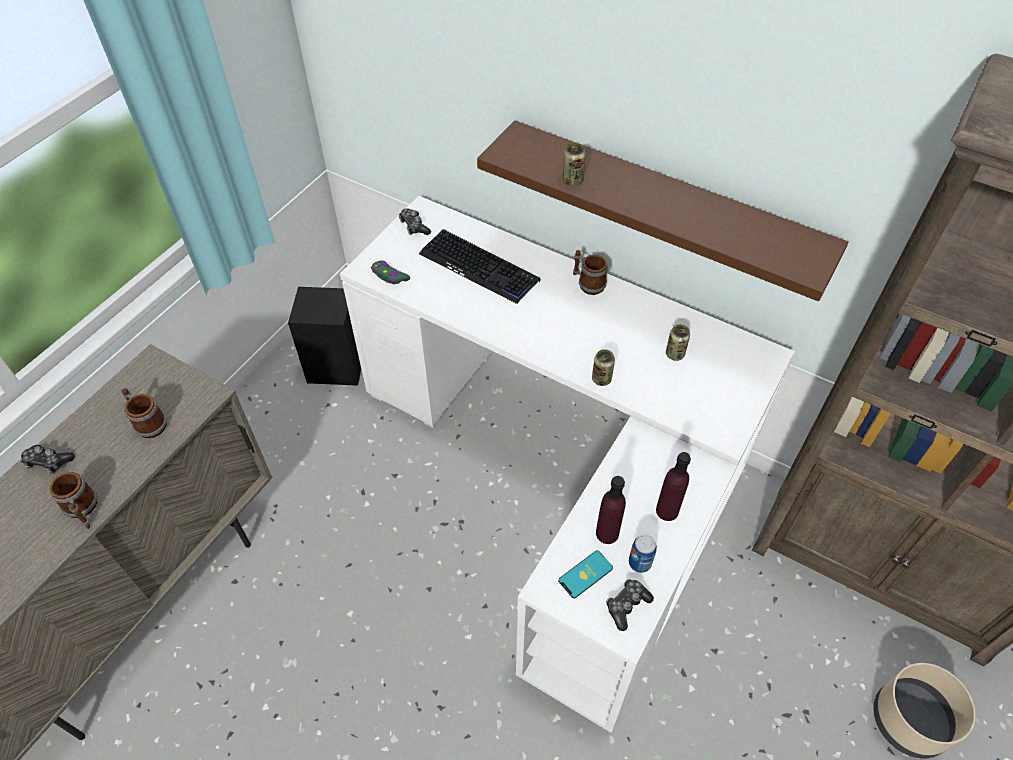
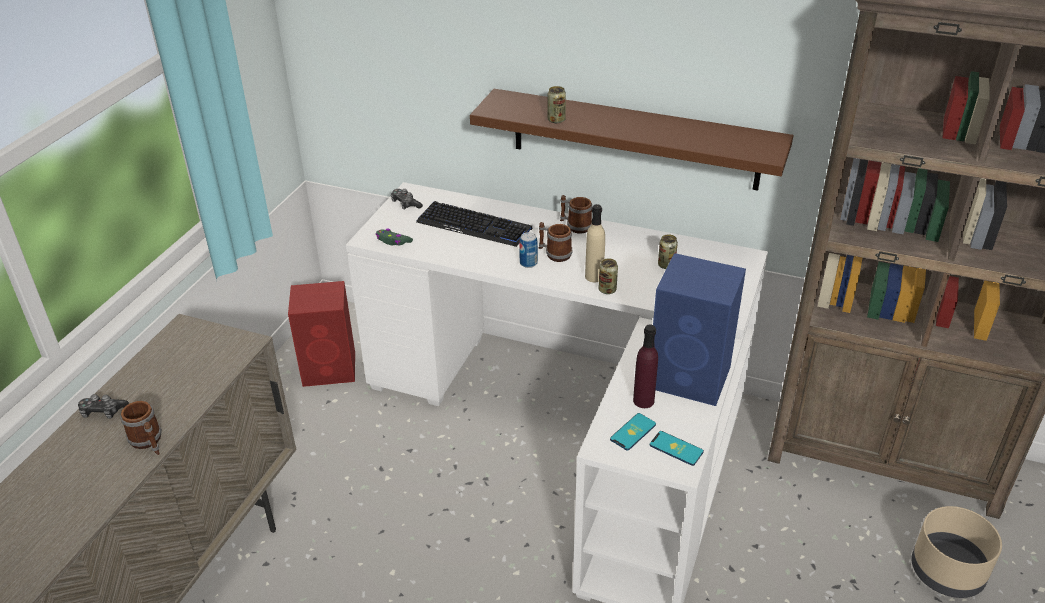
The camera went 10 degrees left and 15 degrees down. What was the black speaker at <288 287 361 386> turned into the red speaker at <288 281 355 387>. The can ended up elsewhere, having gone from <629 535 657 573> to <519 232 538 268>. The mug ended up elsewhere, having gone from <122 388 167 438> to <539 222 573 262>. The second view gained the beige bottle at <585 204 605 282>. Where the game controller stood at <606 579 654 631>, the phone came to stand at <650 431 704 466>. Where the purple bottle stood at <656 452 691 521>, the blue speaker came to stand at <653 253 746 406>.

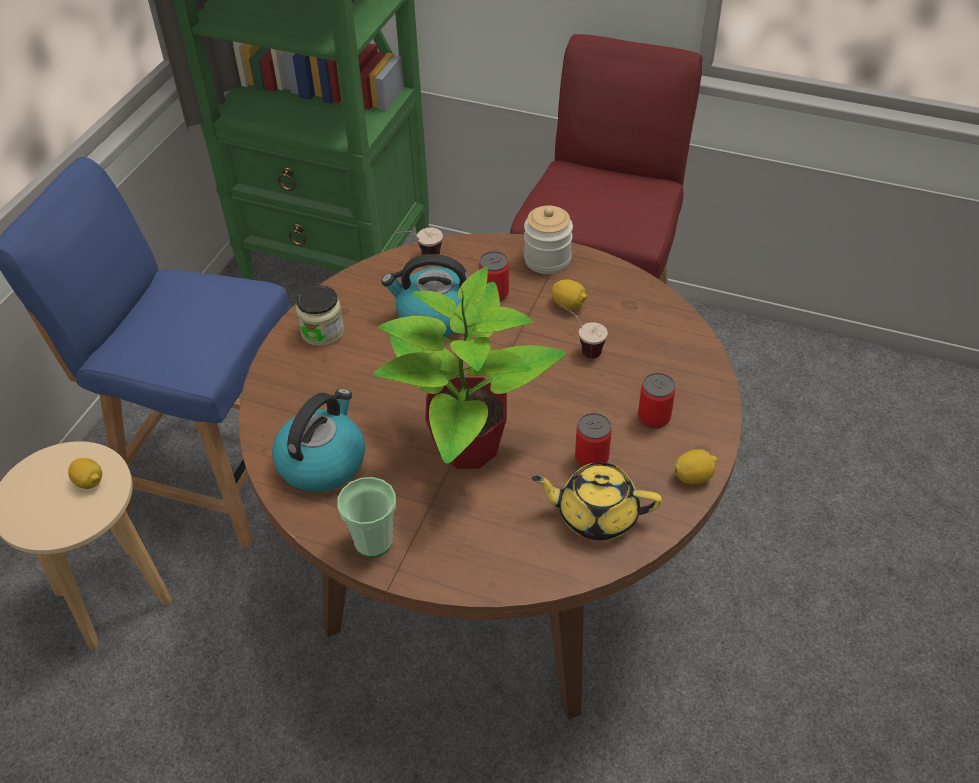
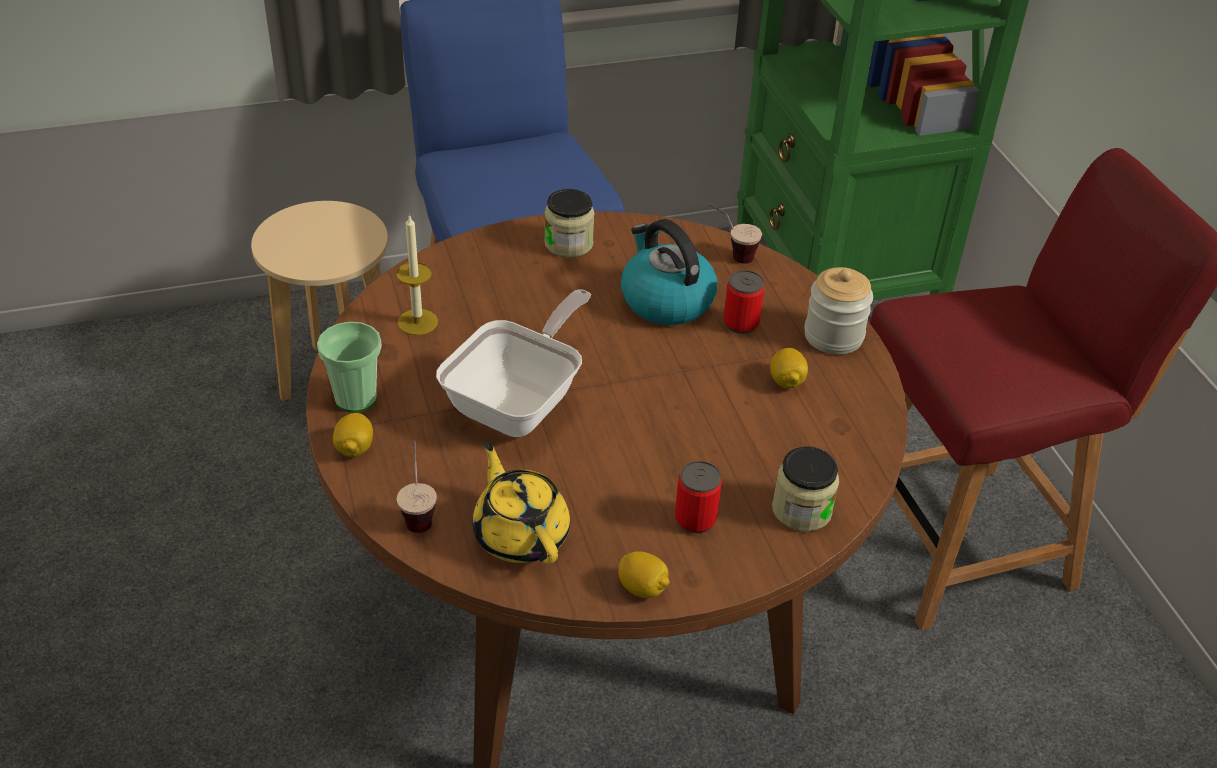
The camera went 50 degrees right and 5 degrees down. The lemon ended up elsewhere, having gone from <68 458 102 489> to <333 413 373 457>. Where the kettle stood at <272 389 365 492>, the candle came to stand at <396 214 438 335>. The cup ended up elsewhere, having gone from <560 305 608 358> to <397 441 437 533>. Where the potted plant stood at <373 267 566 469>, the frying pan came to stand at <436 289 591 437>. The second view gained the jar at <772 446 839 532>. The second view lost the can at <575 413 612 467>.

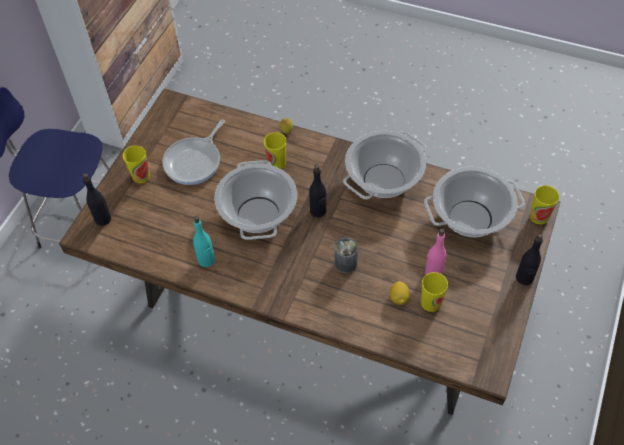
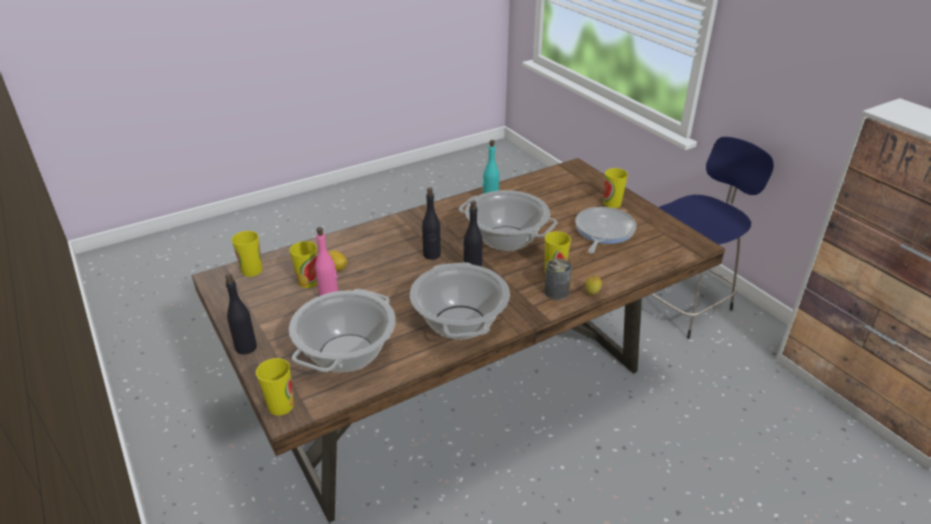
The camera went 125 degrees right and 20 degrees down. The second view gained the cup at <232 231 262 277>. The black bottle ended up elsewhere, having gone from <83 173 111 226> to <422 187 441 260>. The can ended up elsewhere, having gone from <335 238 358 273> to <544 259 572 300>. The frying pan at <162 119 225 185> ended up facing another way, 45 degrees clockwise from before.

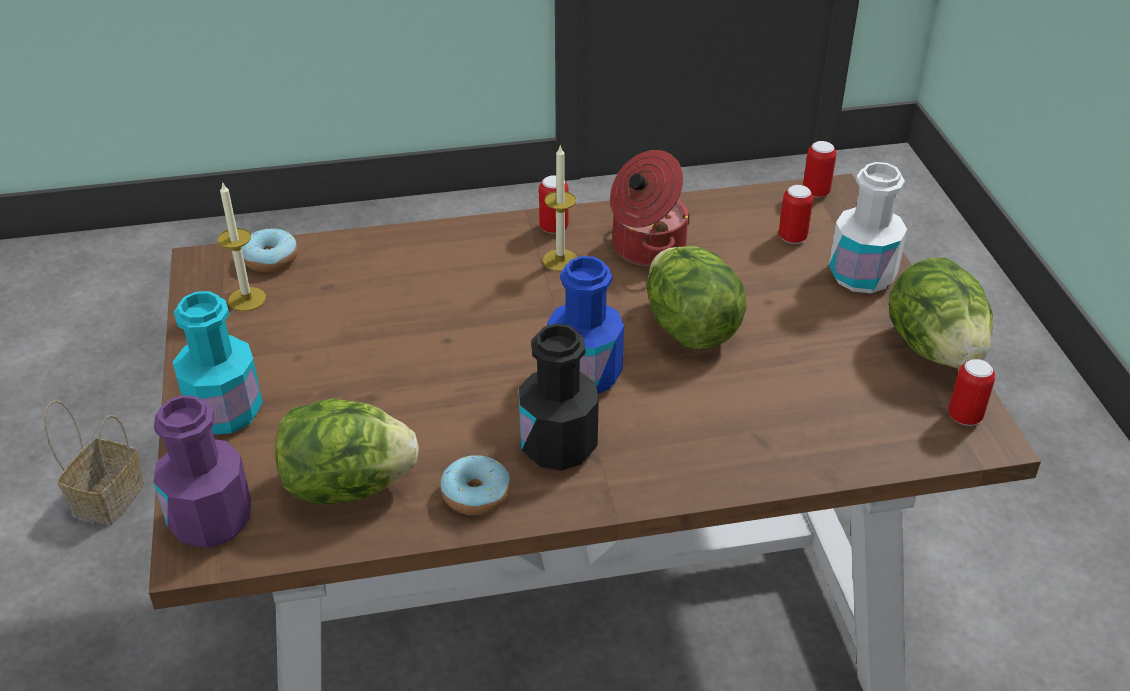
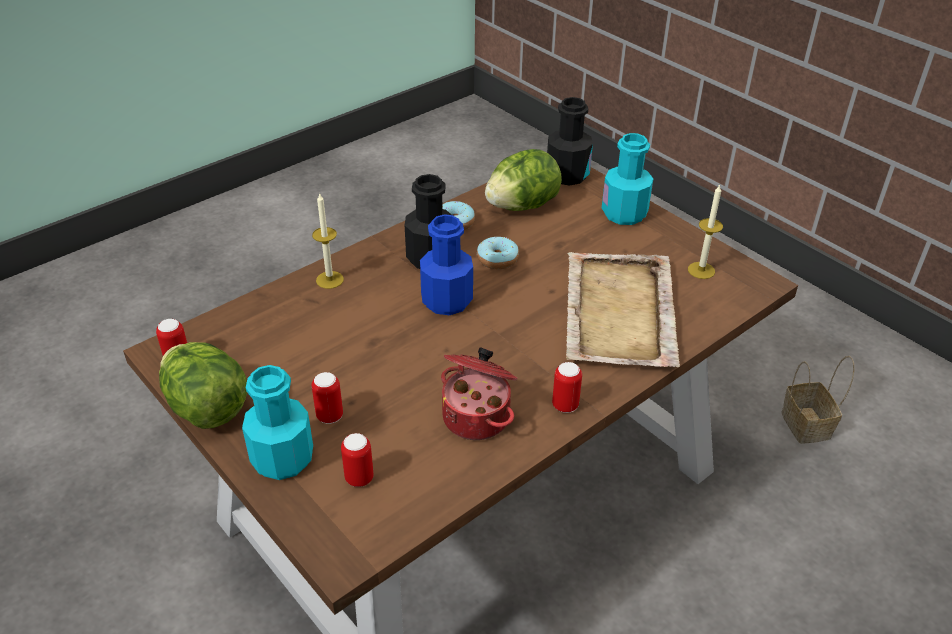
The camera went 150 degrees right and 0 degrees up. What was the white bottle at <829 162 907 293> turned into the turquoise bottle at <242 365 313 480>. The candle ended up elsewhere, having gone from <543 145 577 272> to <312 192 344 289>. The can ended up elsewhere, having gone from <803 141 836 197> to <312 372 343 424>. The donut ended up elsewhere, having gone from <241 228 298 272> to <477 237 519 269>. What was the purple bottle at <153 395 251 548> turned into the black bottle at <547 97 593 186>. The second view gained the beige tray at <566 252 680 367>. The second view lost the lettuce at <647 246 747 350>.

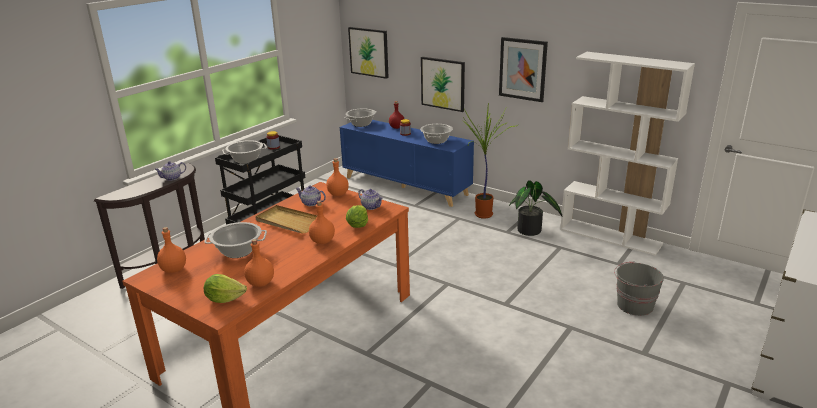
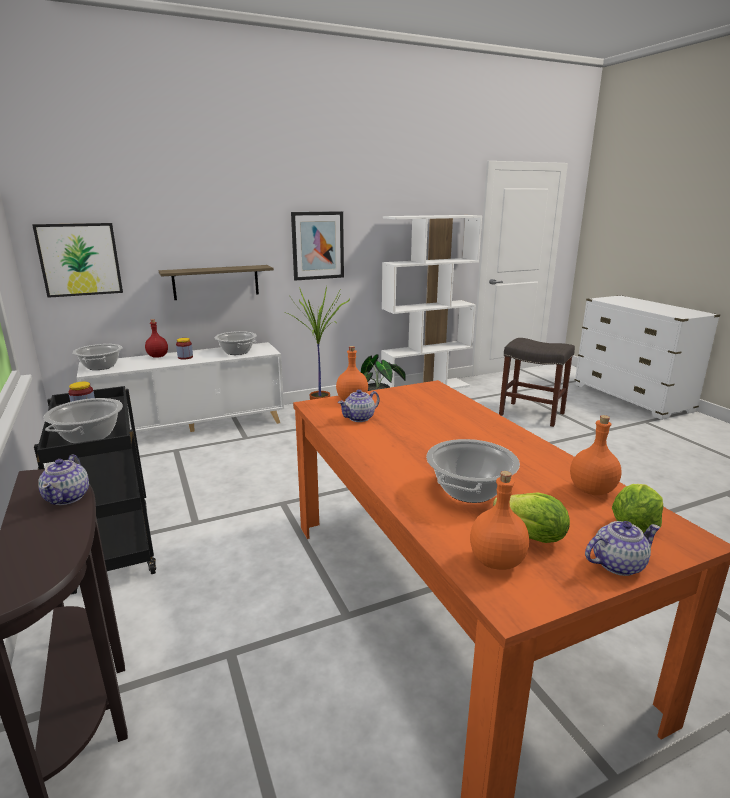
The camera went 60 degrees left and 5 degrees down. What was the blue cabinet at <340 120 474 207> turned into the white cabinet at <77 342 284 432>. Where the picture hung at <421 57 465 112>, the shelf came to hang at <159 265 274 300>. The lettuce ended up elsewhere, having gone from <346 205 368 228> to <493 492 570 543>. Where the grey bucket stood at <614 261 664 316>, the grey stool came to stand at <499 338 575 427>. The teapot ended up elsewhere, having gone from <358 189 383 210> to <585 521 660 576>. The second view lost the beige tray at <255 205 317 233>. The second view lost the orange bottle at <309 201 335 244>.

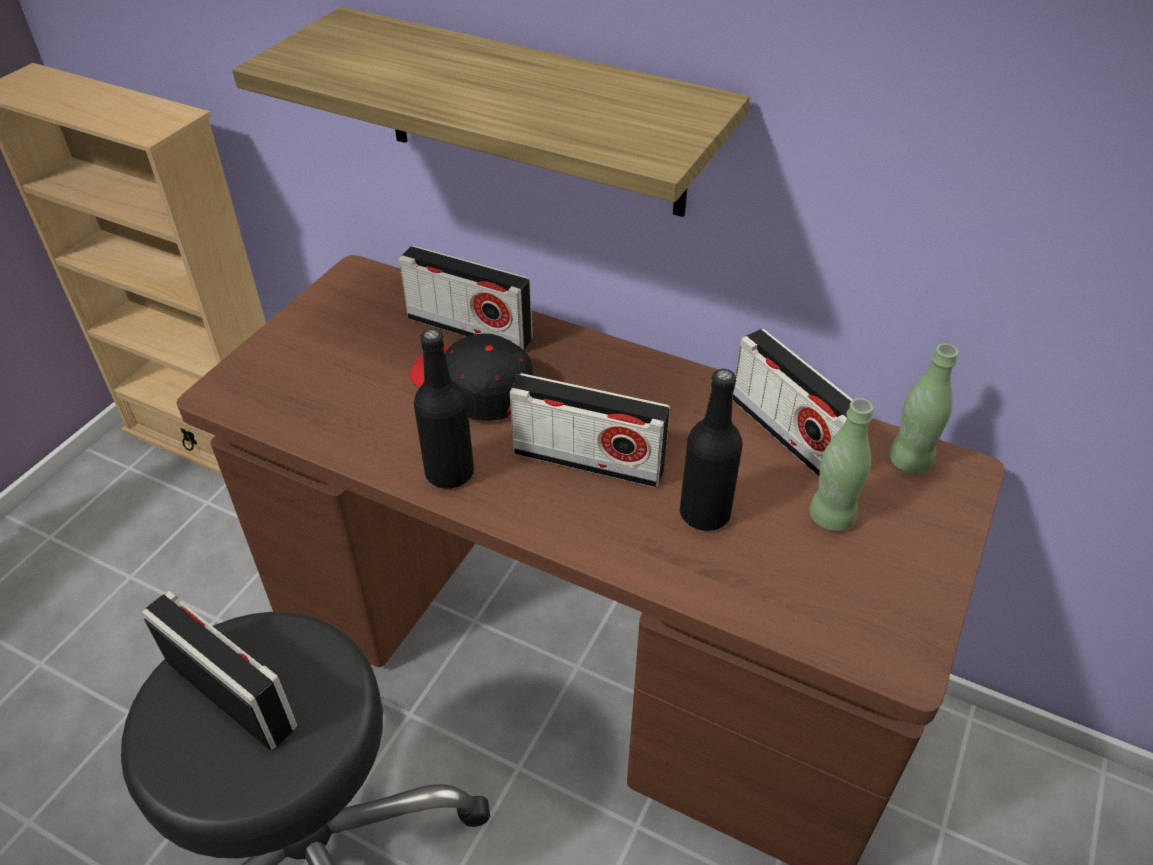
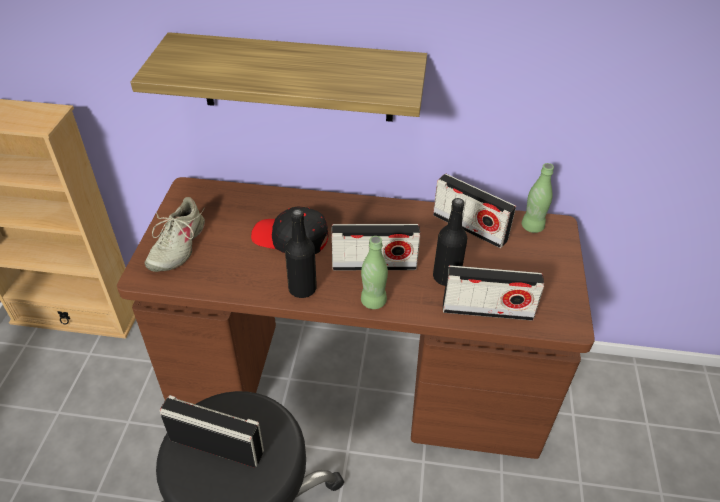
The camera went 20 degrees left and 0 degrees up. The second view gained the beige shoe at <145 197 205 272>. The green bottle ended up elsewhere, having gone from <809 398 873 531> to <361 236 388 309>. The radio ended up elsewhere, having gone from <399 245 533 350> to <443 265 544 321>.

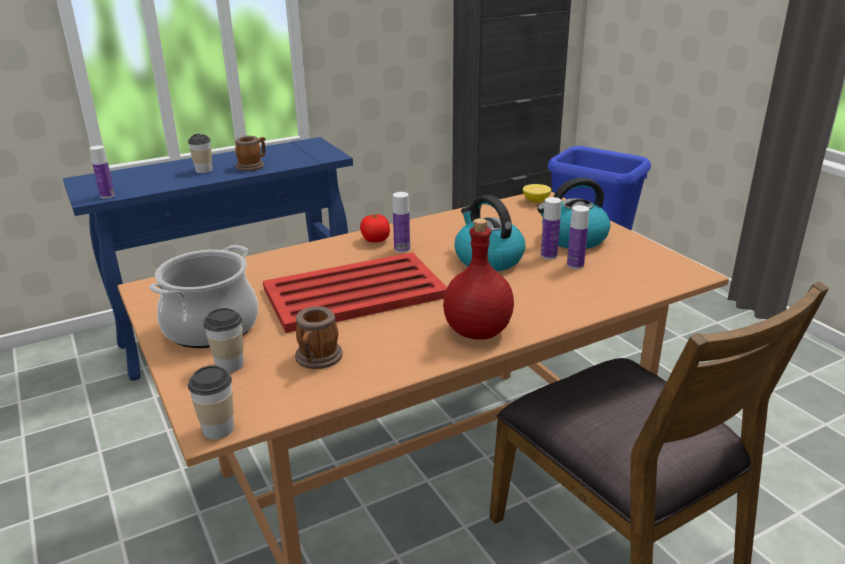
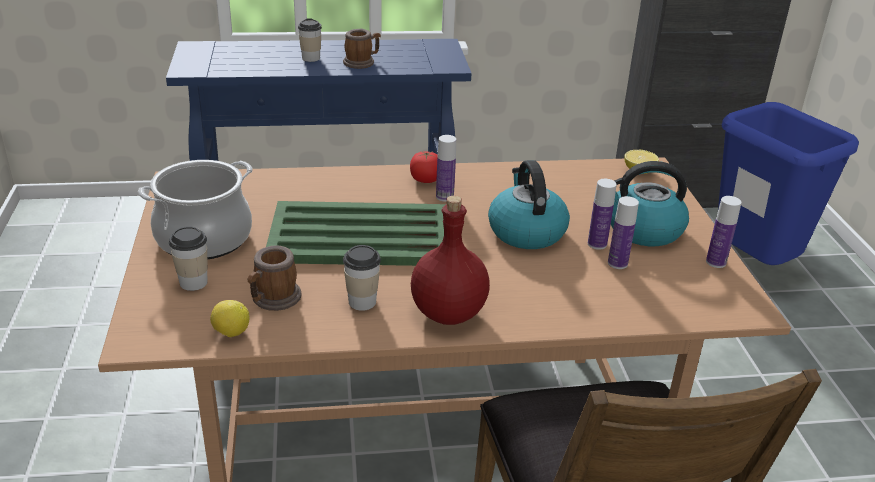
The camera went 20 degrees right and 5 degrees up. The second view gained the lemon at <210 300 249 337>. What was the red tray at <263 252 447 333> turned into the green tray at <266 201 446 266>. The cup ended up elsewhere, having gone from <188 365 234 440> to <343 245 381 311>. The bottle ended up elsewhere, having gone from <89 145 115 198> to <706 196 742 268>.

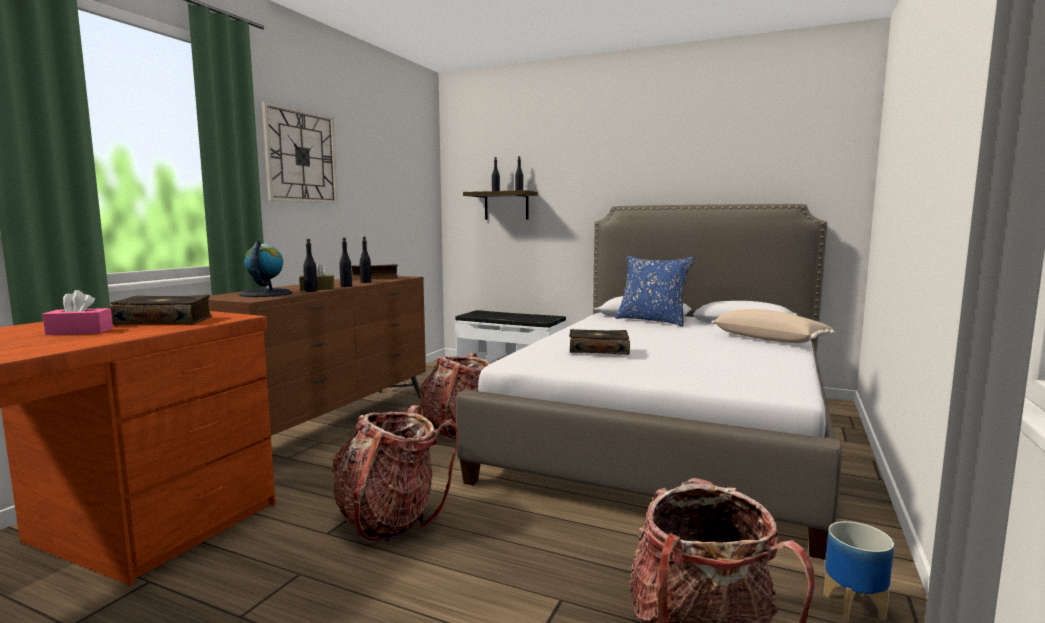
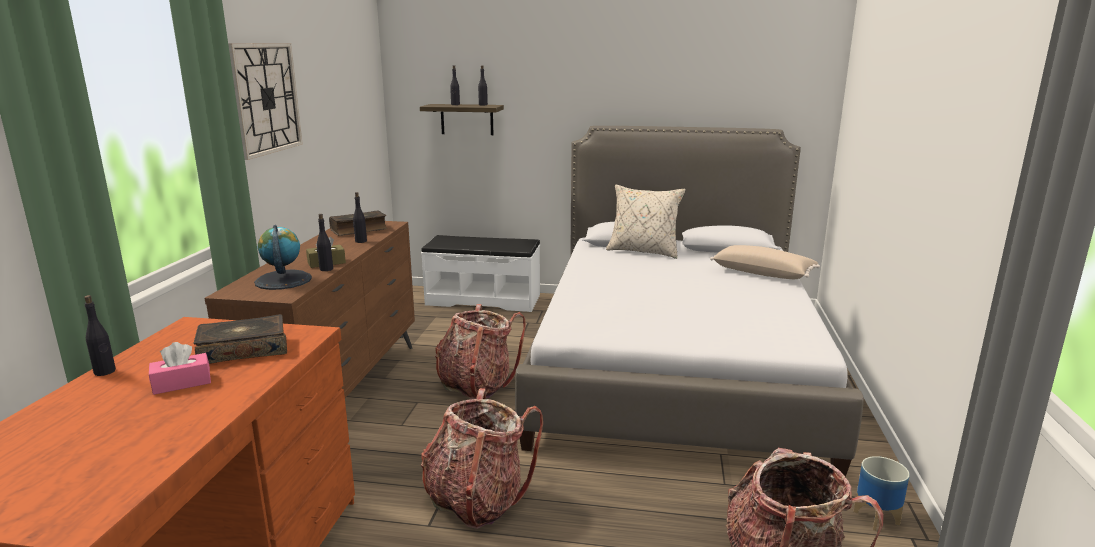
The camera went 15 degrees left and 10 degrees up. The black bottle ended up elsewhere, having gone from <339 238 352 287> to <84 295 116 376>. What was the blue pillow at <615 256 695 326> turned into the beige pillow at <606 185 686 259>. The second view lost the book at <569 329 630 355>.

